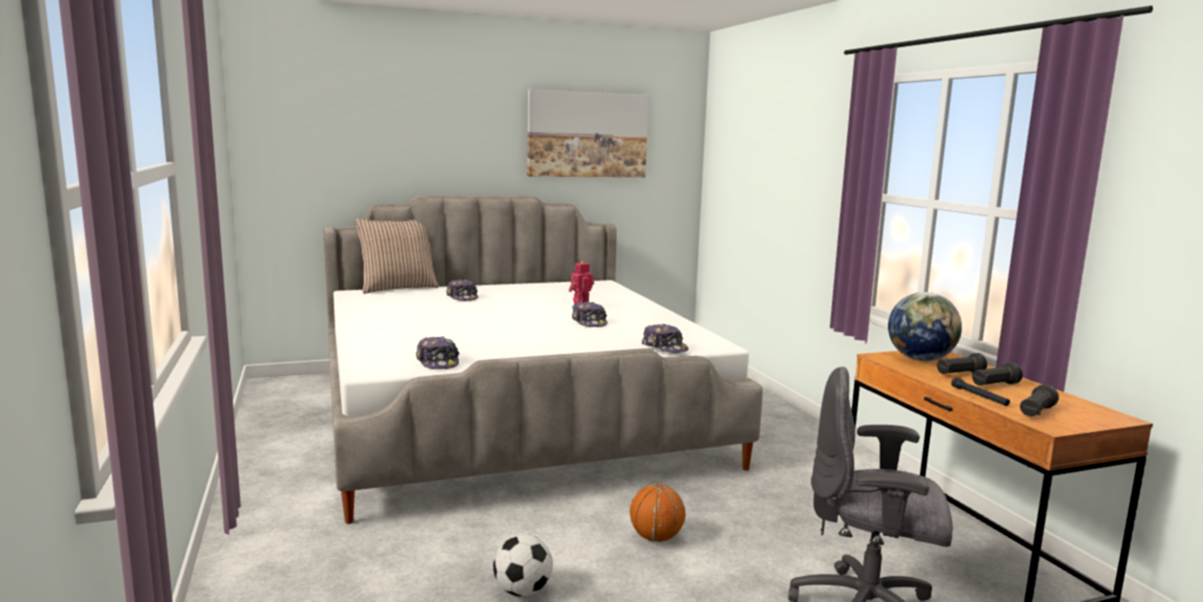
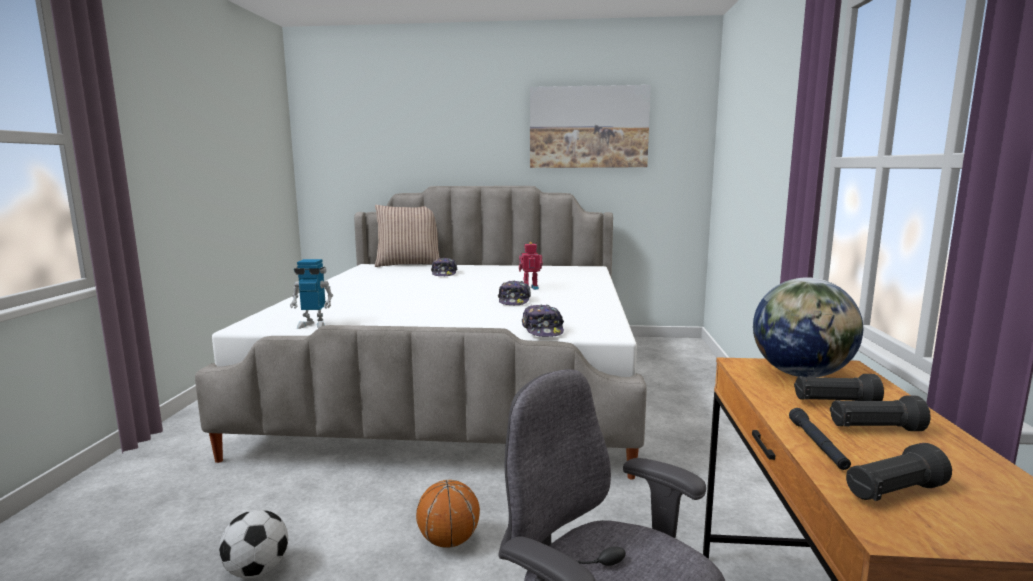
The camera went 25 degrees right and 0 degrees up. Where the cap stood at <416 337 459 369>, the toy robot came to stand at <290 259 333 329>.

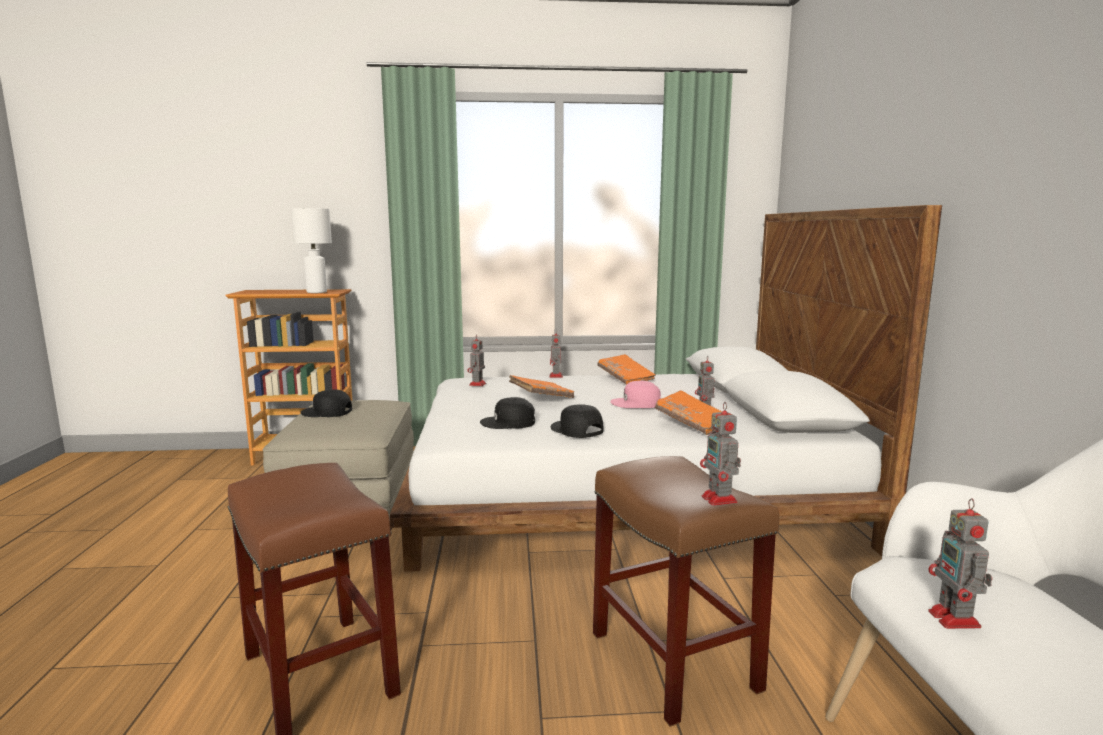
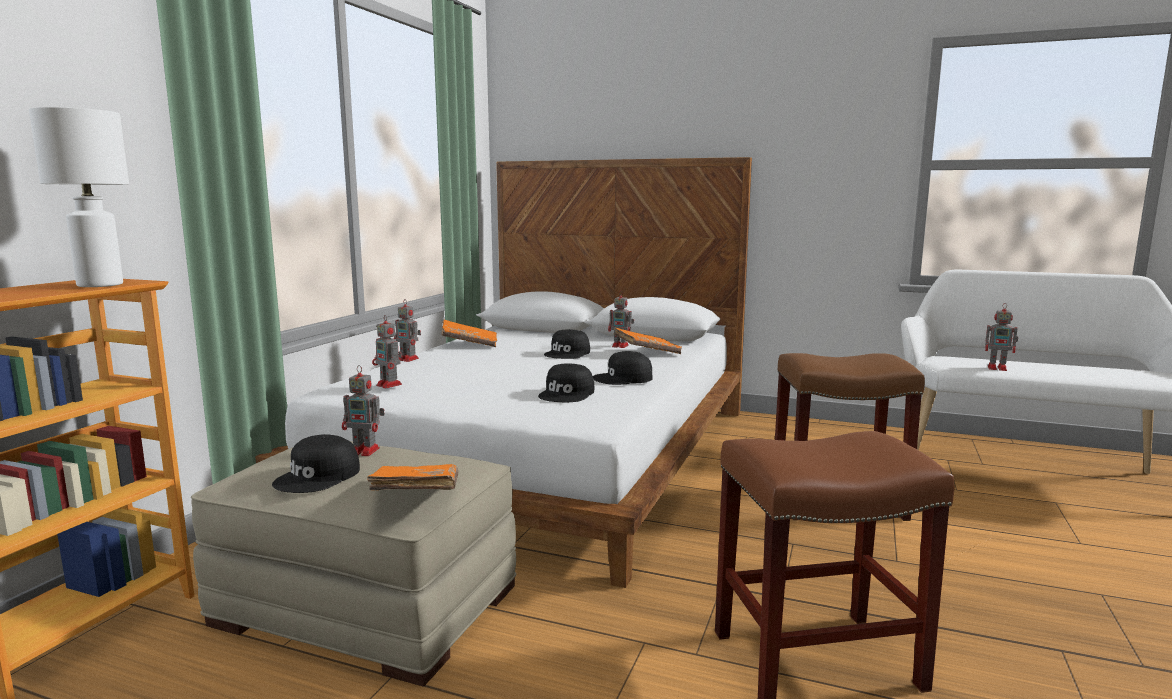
The camera went 65 degrees left and 0 degrees up. The toy robot ended up elsewhere, having gone from <700 402 741 506> to <342 365 385 456>. The orange book ended up elsewhere, having gone from <509 375 574 398> to <367 464 458 490>. What was the pink cap at <610 381 661 408> turned into the black cap at <544 329 590 359>.

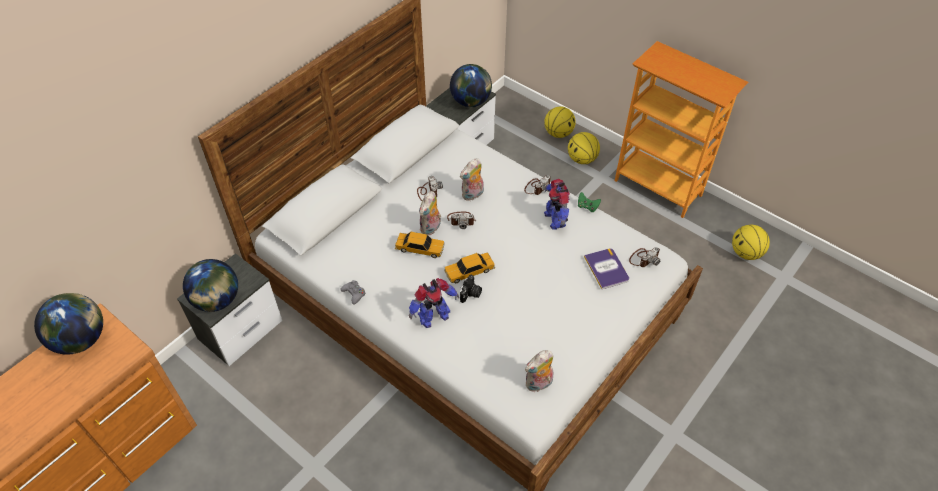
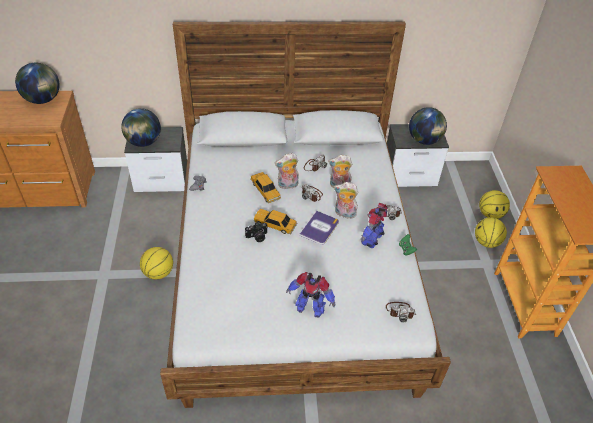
The camera went 45 degrees right and 5 degrees down. The basketball ended up elsewhere, having gone from <732 225 770 260> to <140 247 173 280>. The toy robot ended up elsewhere, having gone from <409 278 460 328> to <286 272 335 317>. The book ended up elsewhere, having gone from <584 248 629 289> to <300 211 339 245>. The plush toy ended up elsewhere, having gone from <525 350 553 392> to <334 182 358 219>.

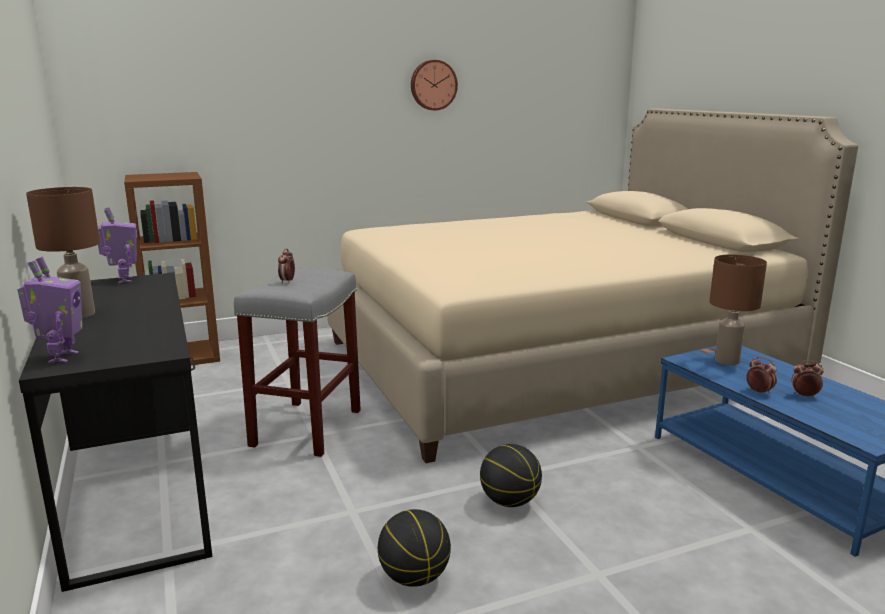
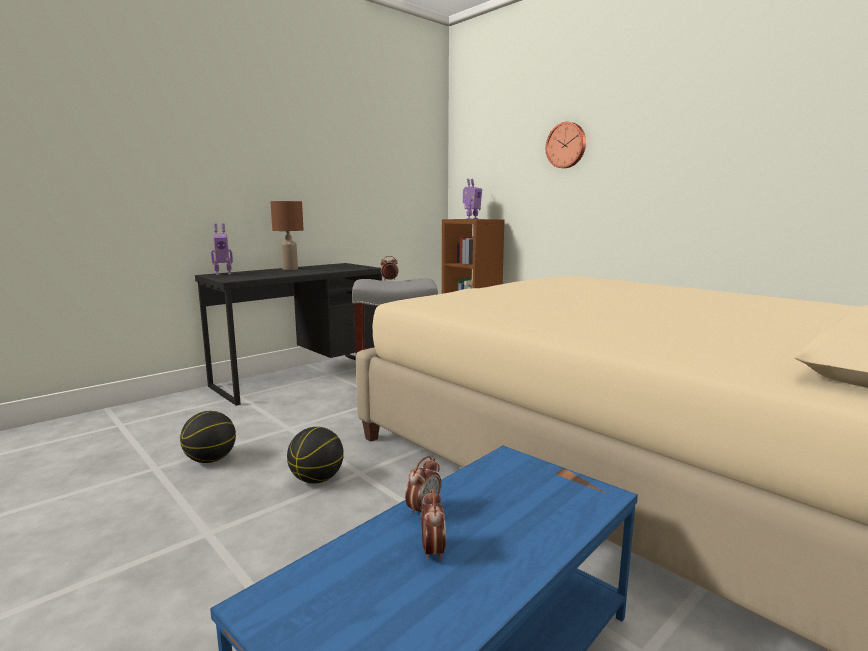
The camera went 70 degrees right and 5 degrees down. The toy robot ended up elsewhere, having gone from <98 207 137 283> to <463 179 482 219>. The wall clock ended up elsewhere, having gone from <411 60 458 110> to <546 122 586 168>. The second view lost the brown table lamp at <709 254 767 365>.

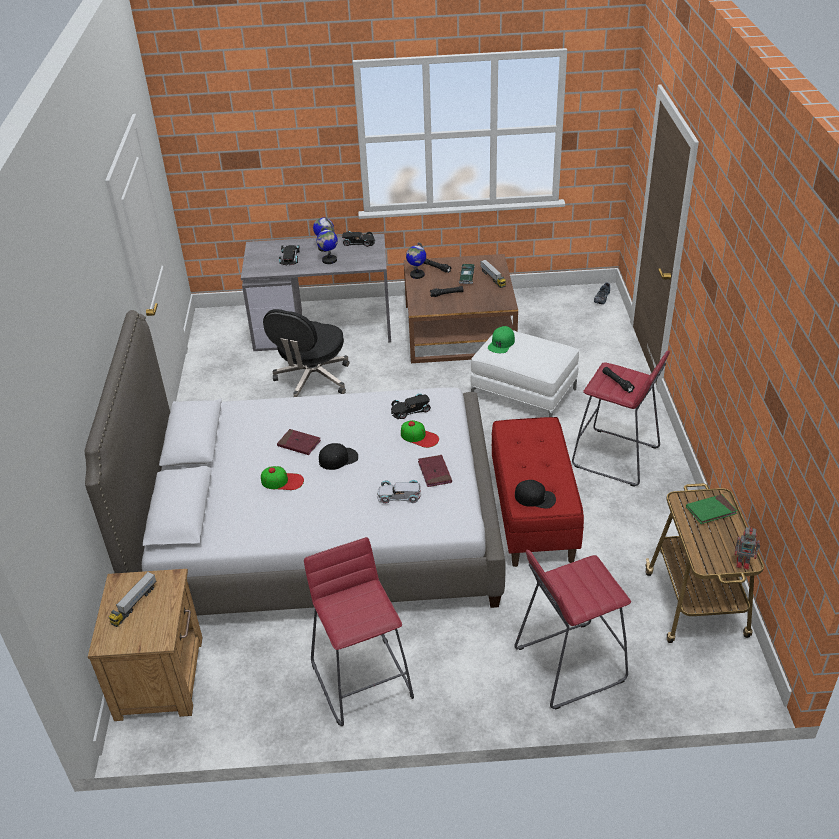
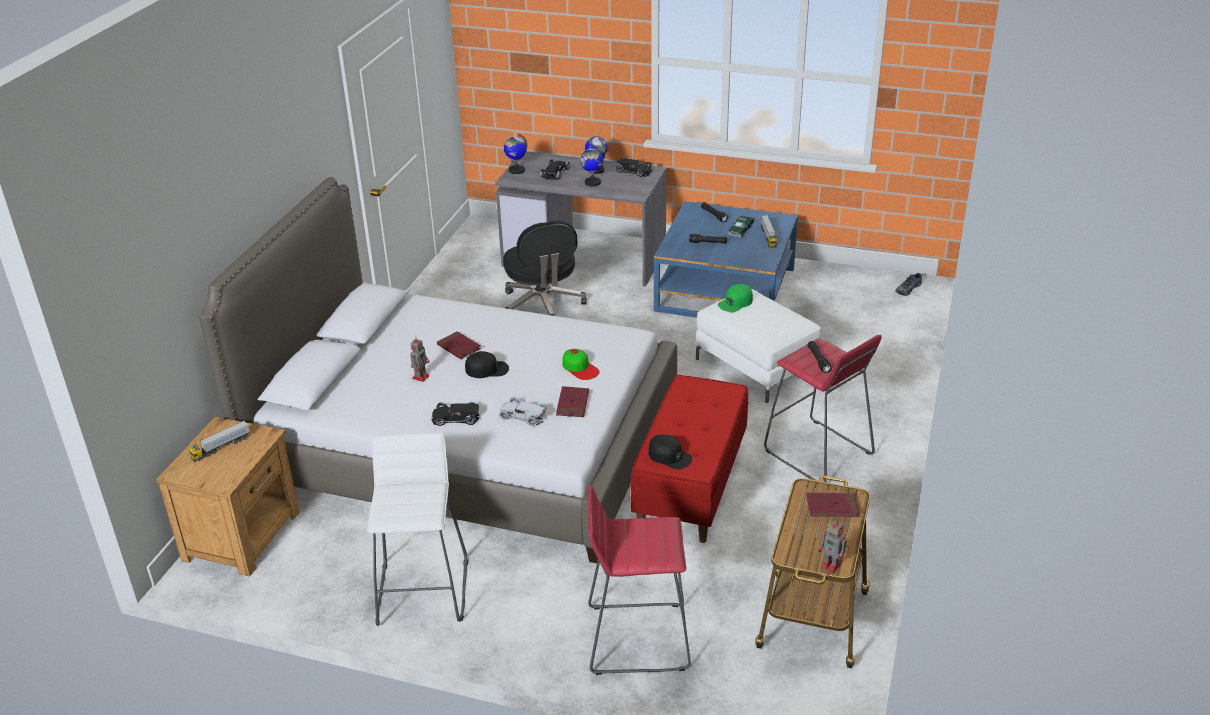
The camera went 20 degrees right and 5 degrees down. What was the red stool at <304 537 414 726> turned into the white stool at <367 433 468 626>. Where the cap stood at <261 466 304 490>, the toy robot came to stand at <410 337 430 382>. The black toy car ended up elsewhere, having gone from <391 393 431 419> to <431 401 479 426>. The black office chair at <263 309 350 397> ended up facing another way, 60 degrees counterclockwise from before. The globe ended up elsewhere, having gone from <406 242 426 279> to <504 134 527 174>. What was the brown coffee table at <404 254 518 363> turned into the blue coffee table at <654 201 798 318>. What was the green book at <686 494 737 524> turned into the red book at <807 493 860 517>.

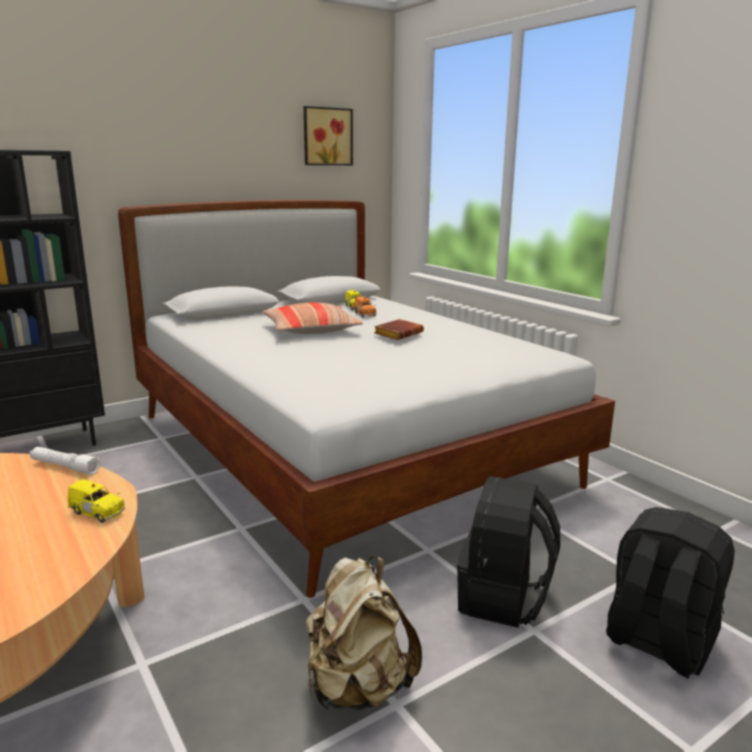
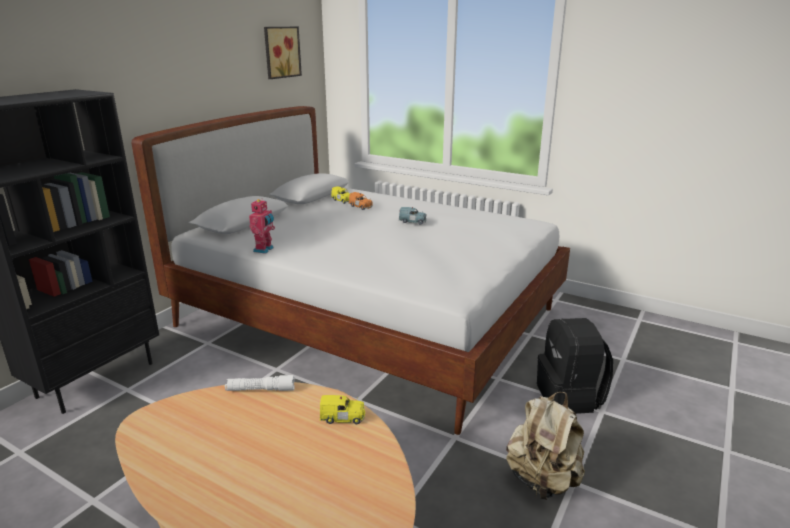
The camera went 25 degrees left and 5 degrees up. The second view gained the toy robot at <249 198 275 254>. Where the brown book stood at <374 319 424 340>, the blue toy car came to stand at <399 207 427 225>. The second view lost the pillow at <262 303 363 334>. The second view lost the black backpack at <606 507 735 679>.

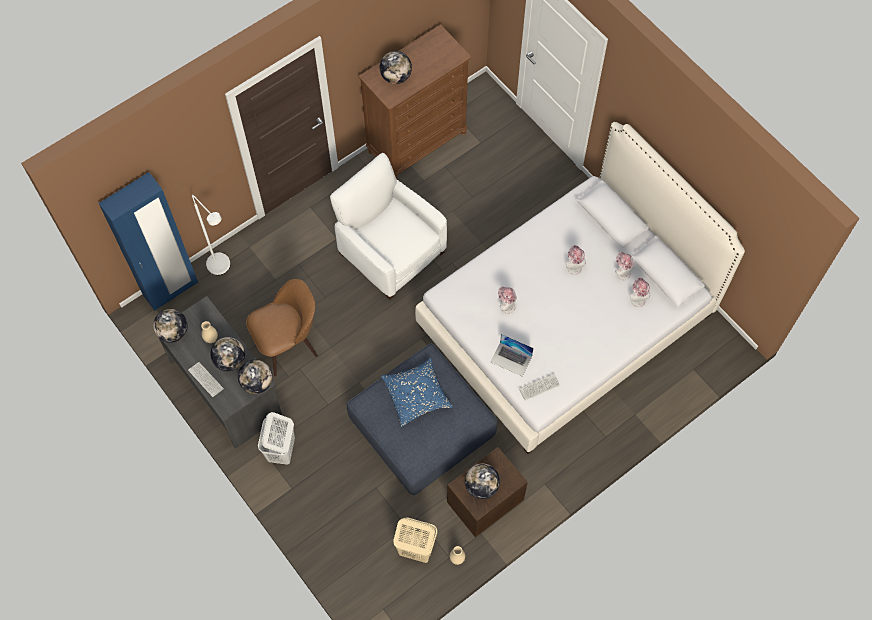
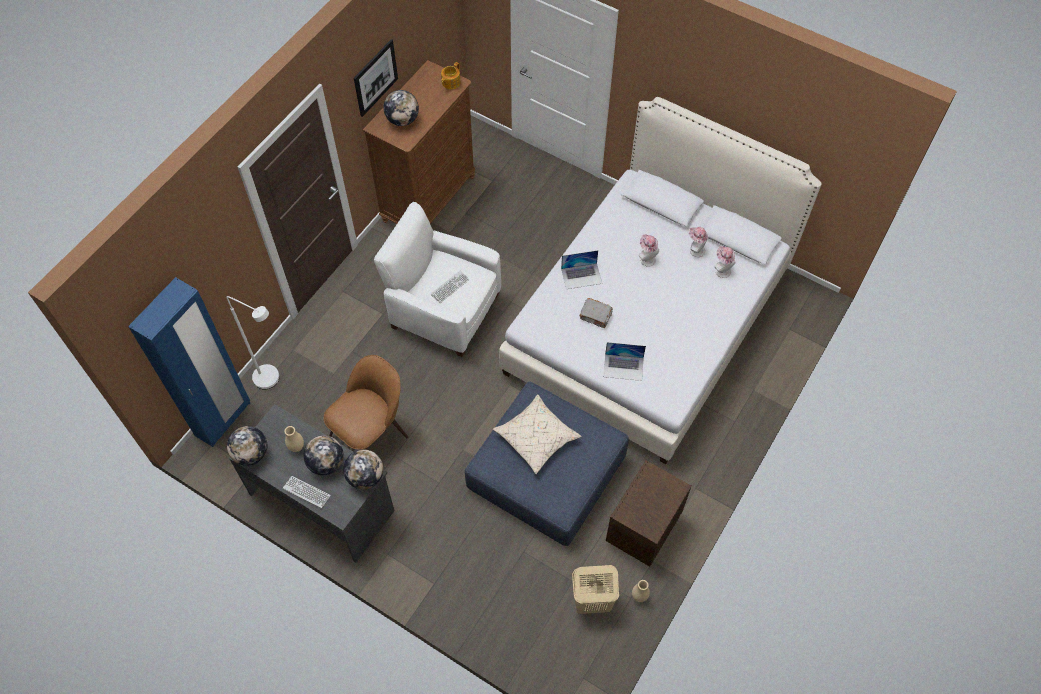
The camera went 20 degrees left and 5 degrees down. The second view gained the picture at <354 39 398 117>. The keyboard ended up elsewhere, having gone from <519 373 560 401> to <431 271 470 303>. The second view gained the teapot at <441 62 461 89>. What was the blue pillow at <381 358 453 427> turned into the beige pillow at <493 394 581 474>. The second view gained the laptop at <561 250 602 289>. Where the hat stood at <498 287 517 314>, the grey book came to stand at <579 298 613 328>. The second view lost the white laundry basket at <258 412 295 465>. The second view lost the globe at <465 464 500 499>.

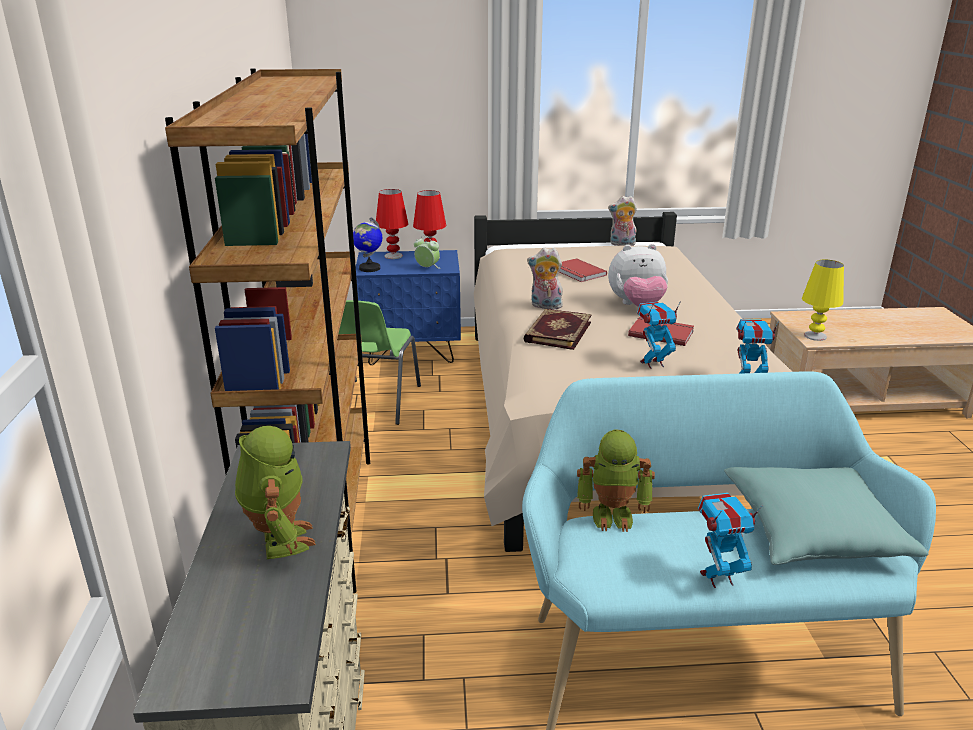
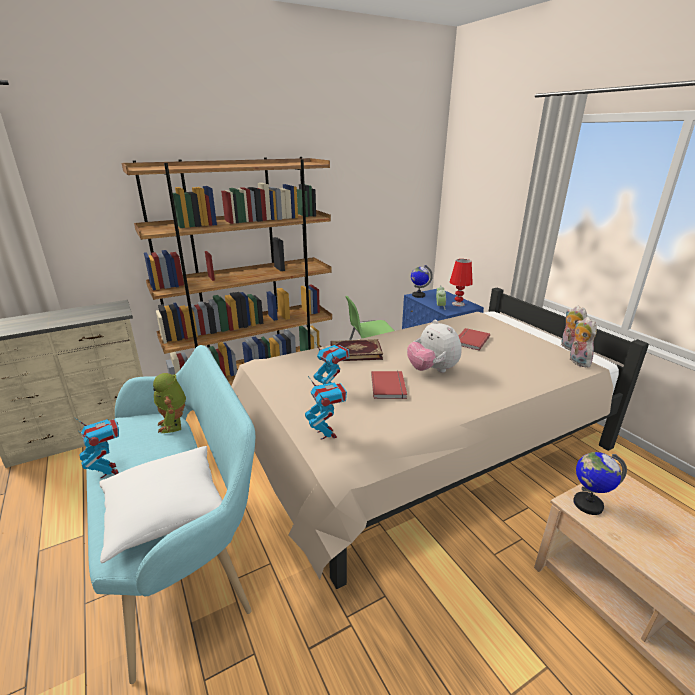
The camera went 65 degrees right and 0 degrees up. What was the turquoise pillow at <724 467 929 565> turned into the white pillow at <99 446 223 563>. The plush toy ended up elsewhere, having gone from <527 247 563 309> to <570 317 597 367>. Where the yellow table lamp stood at <802 260 844 341>, the globe came to stand at <573 452 627 515>. The second view lost the toy robot at <235 426 316 559>. The second view lost the red table lamp at <376 189 408 259>.

